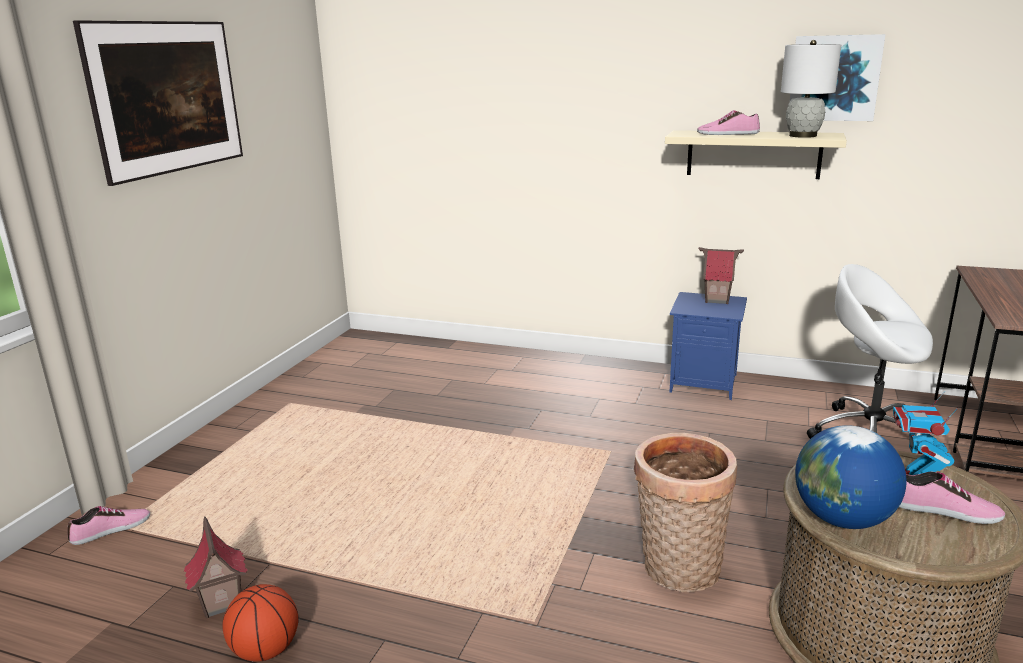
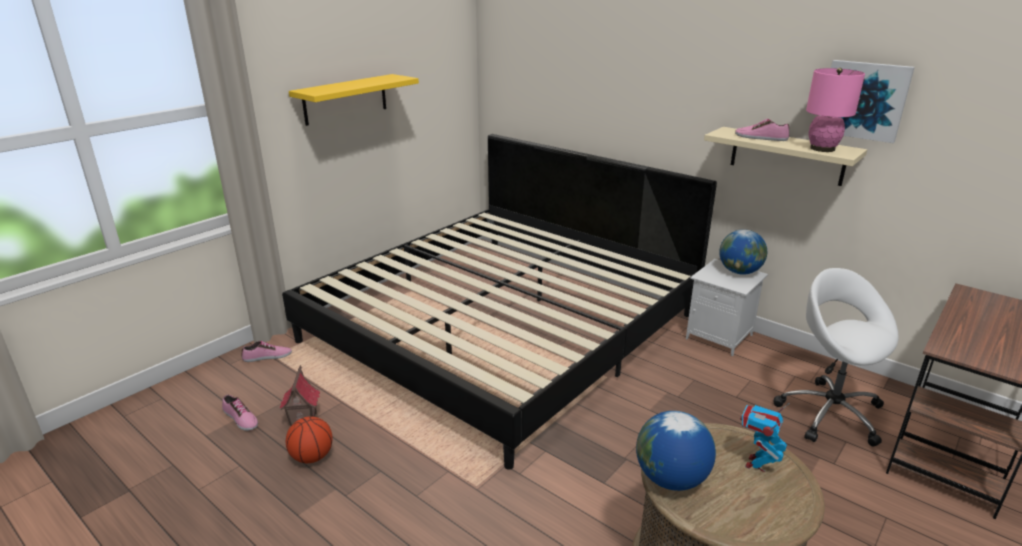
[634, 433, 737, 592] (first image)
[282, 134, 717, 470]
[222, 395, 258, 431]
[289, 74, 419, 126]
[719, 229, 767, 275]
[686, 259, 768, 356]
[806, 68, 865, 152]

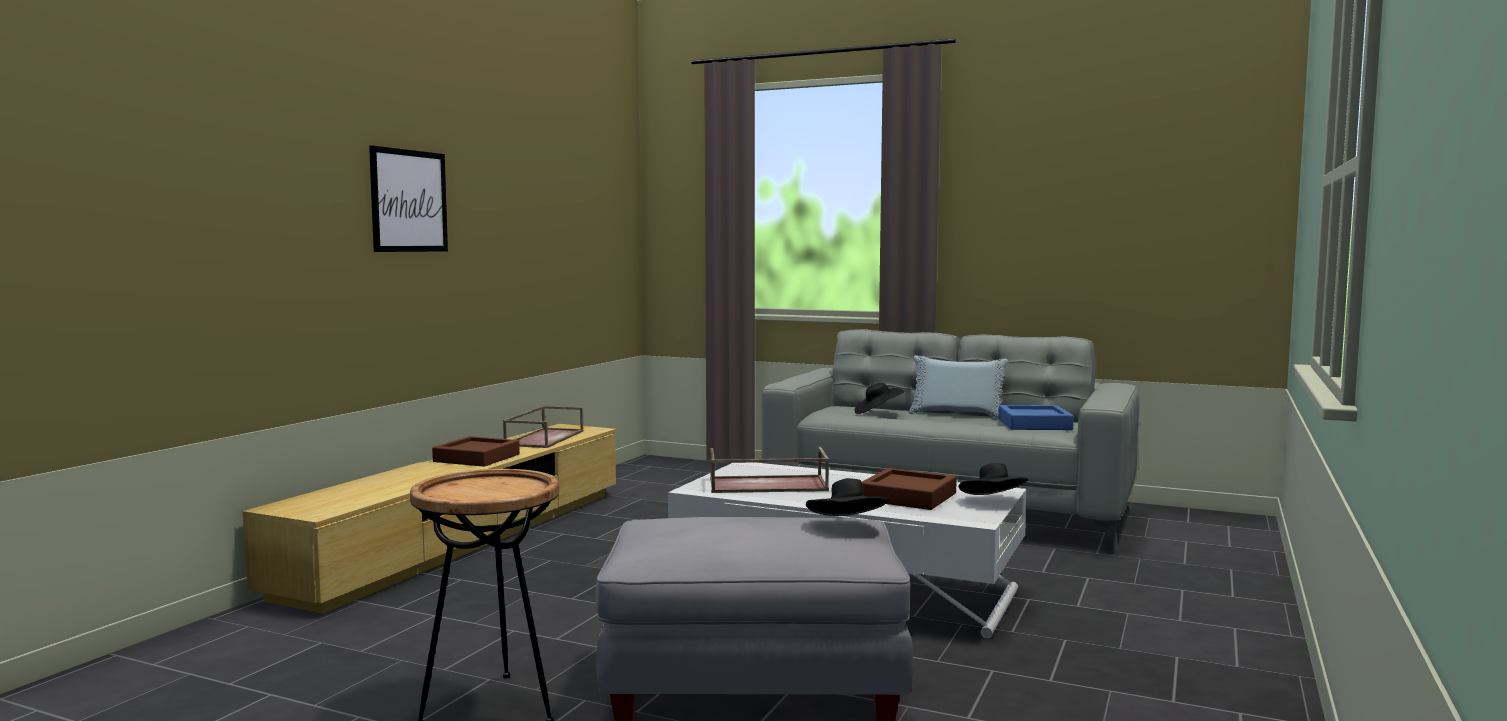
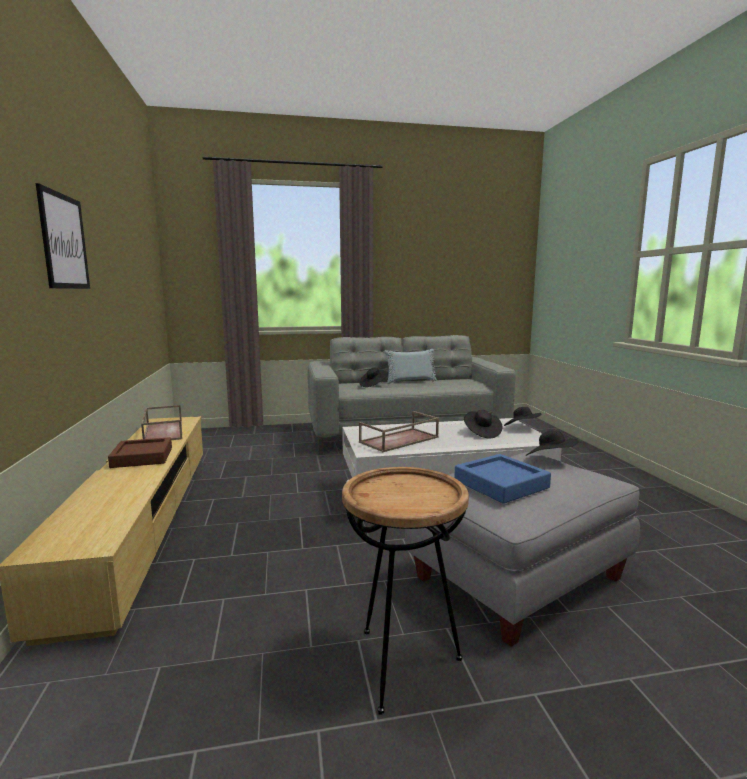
[454, 454, 551, 503]
[464, 410, 503, 439]

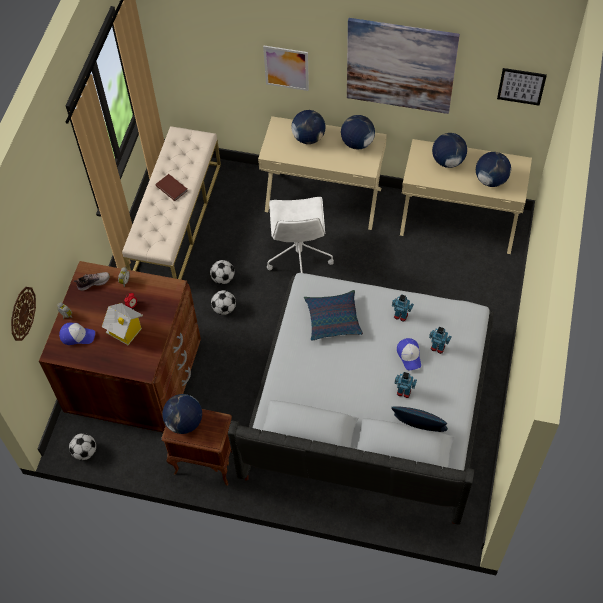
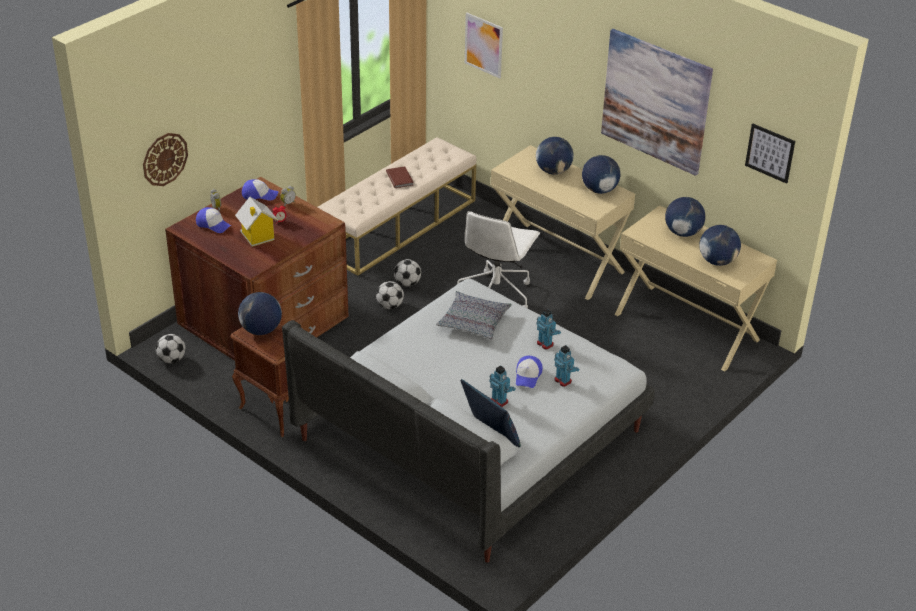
[465, 13, 503, 78]
[242, 179, 279, 200]
[436, 291, 512, 339]

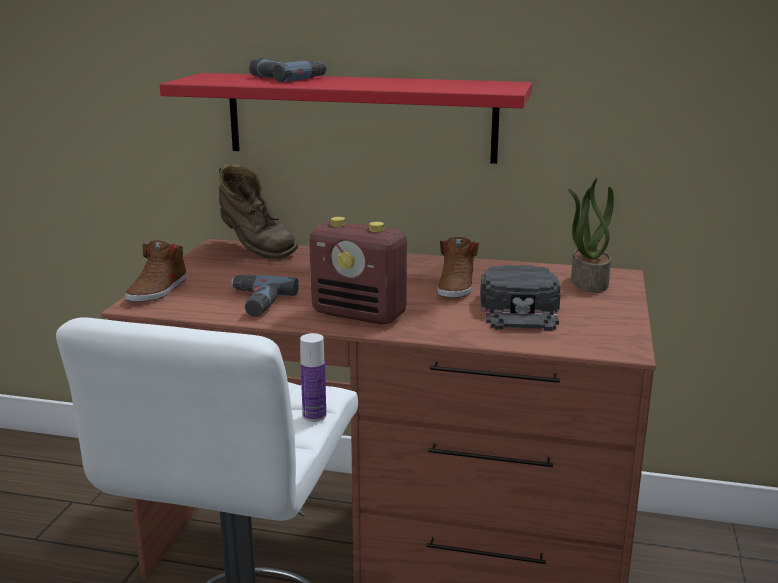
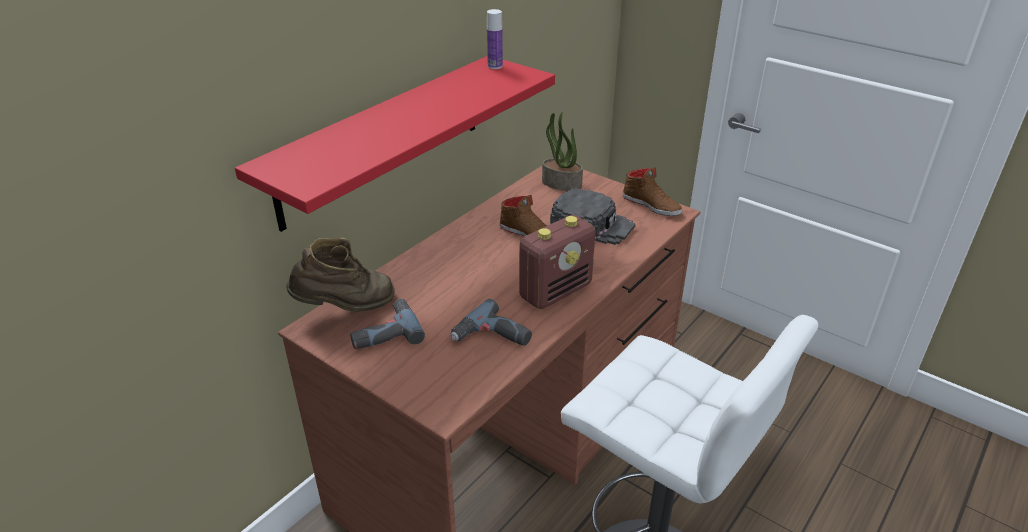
[623, 168, 682, 216]
[350, 299, 425, 349]
[487, 9, 503, 69]

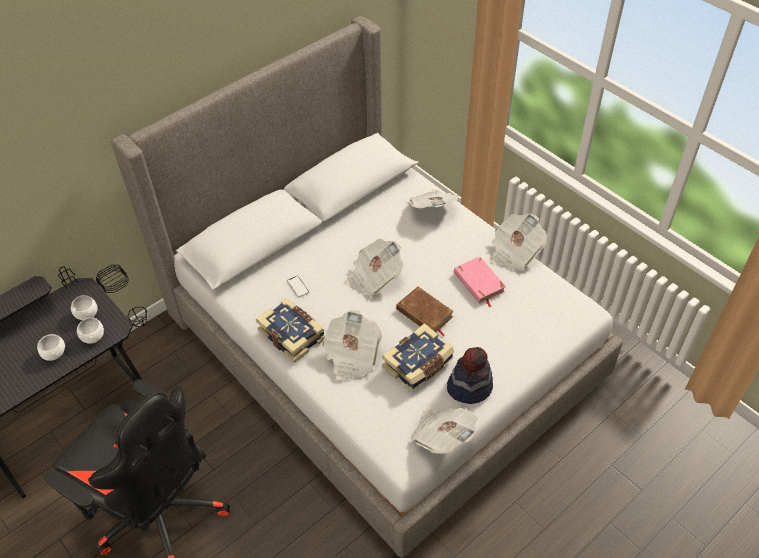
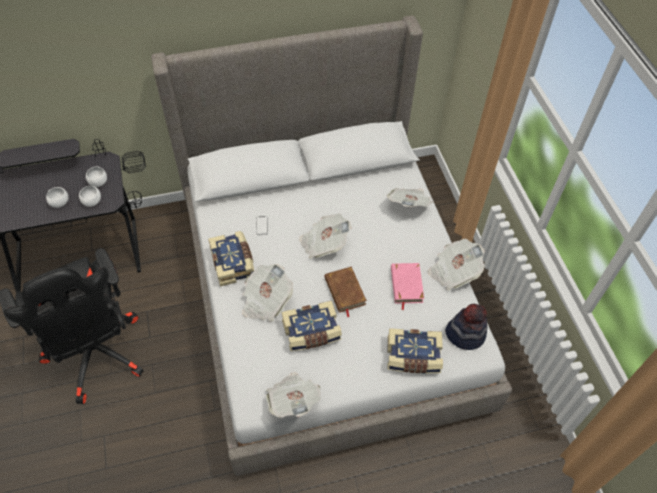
[387, 328, 443, 373]
[445, 304, 487, 350]

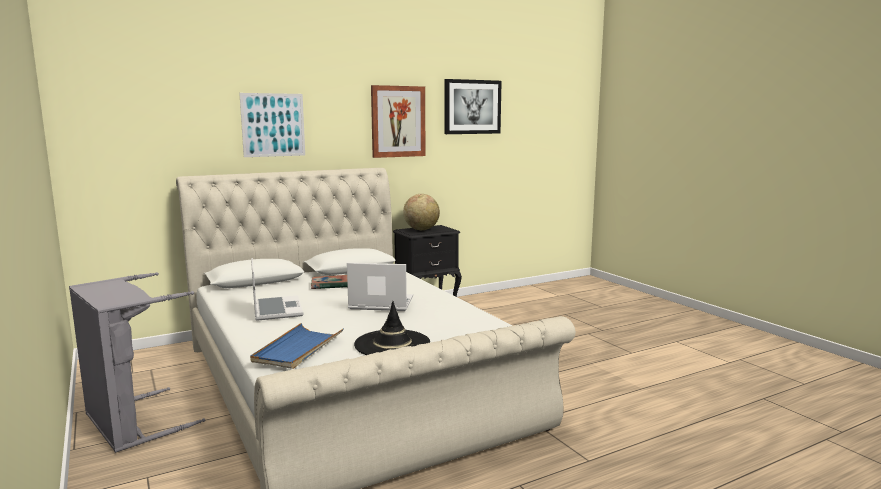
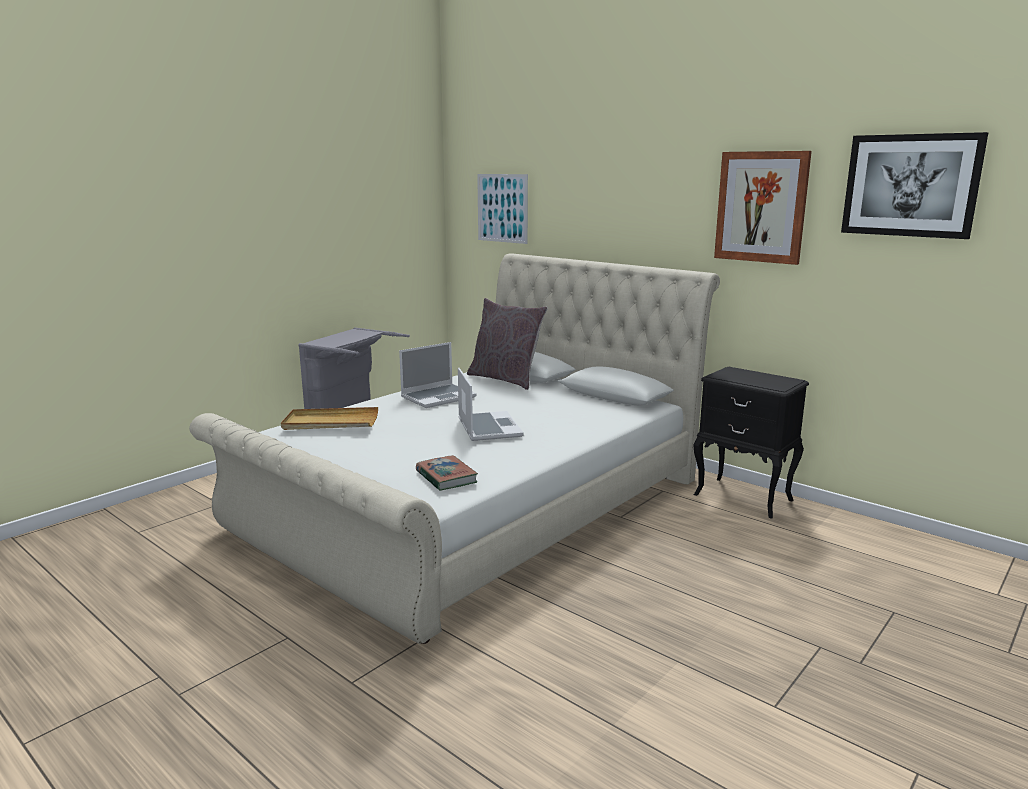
[354, 301, 430, 355] (first image)
[403, 194, 440, 230] (first image)
[467, 298, 548, 390]
[477, 174, 528, 244]
[416, 455, 478, 491]
[281, 407, 378, 430]

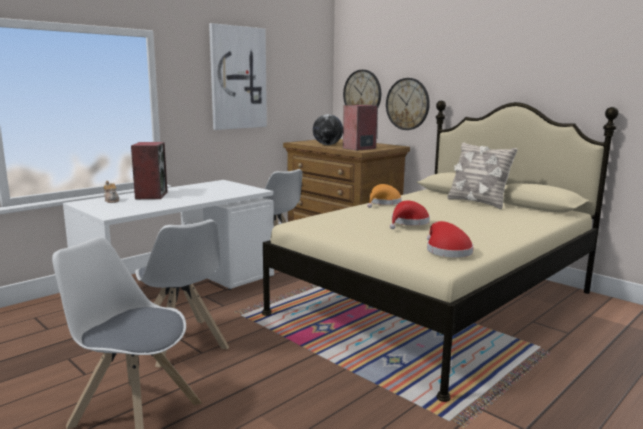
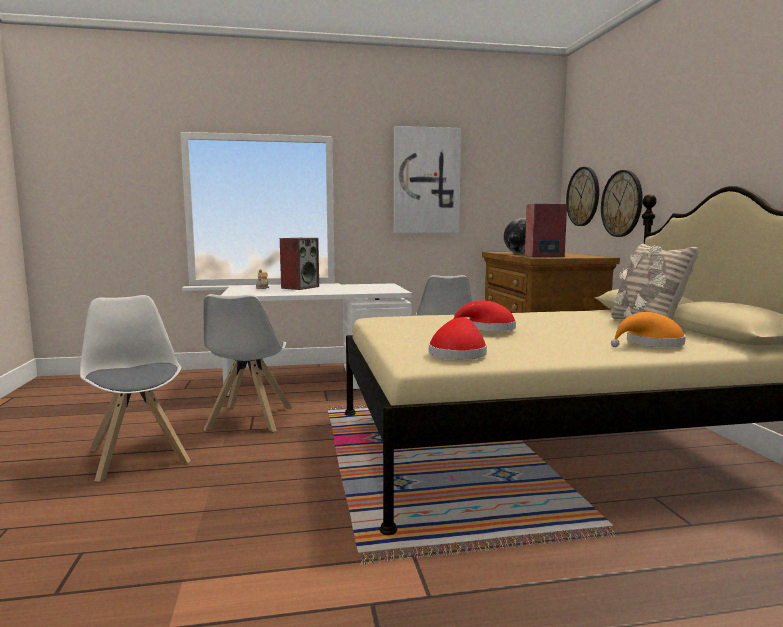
[611, 312, 686, 347]

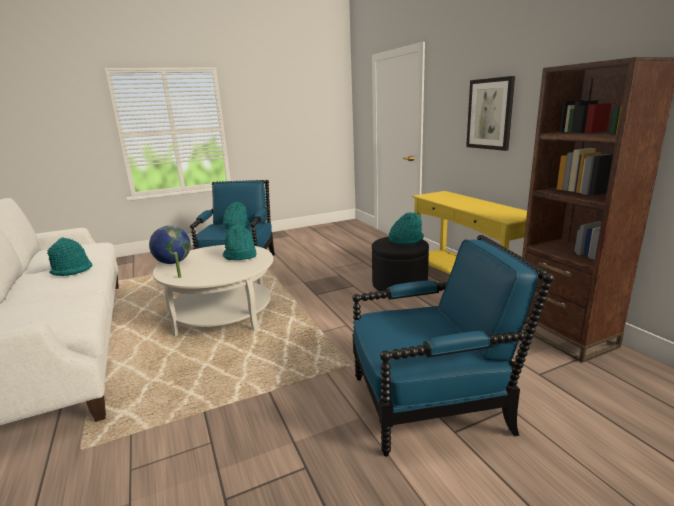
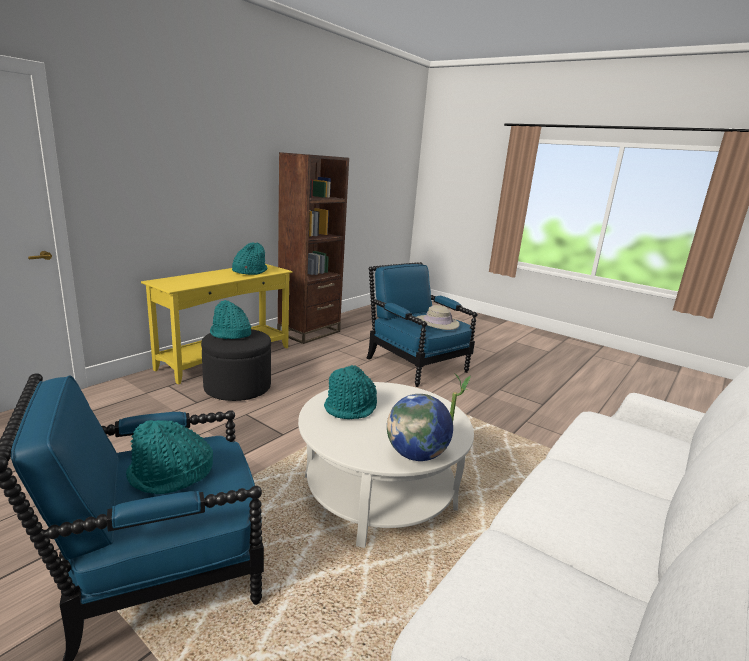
[466, 76, 515, 151] (first image)
[416, 305, 460, 330]
[232, 243, 267, 275]

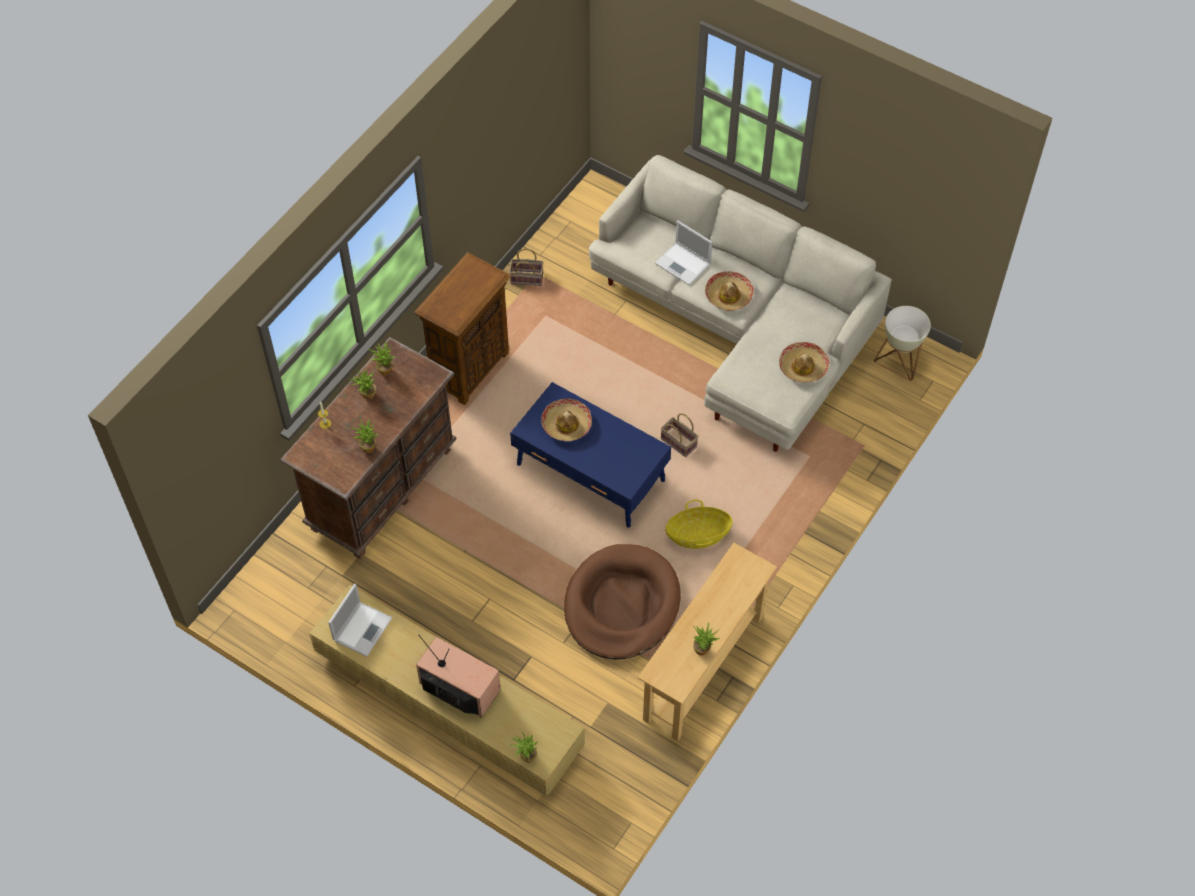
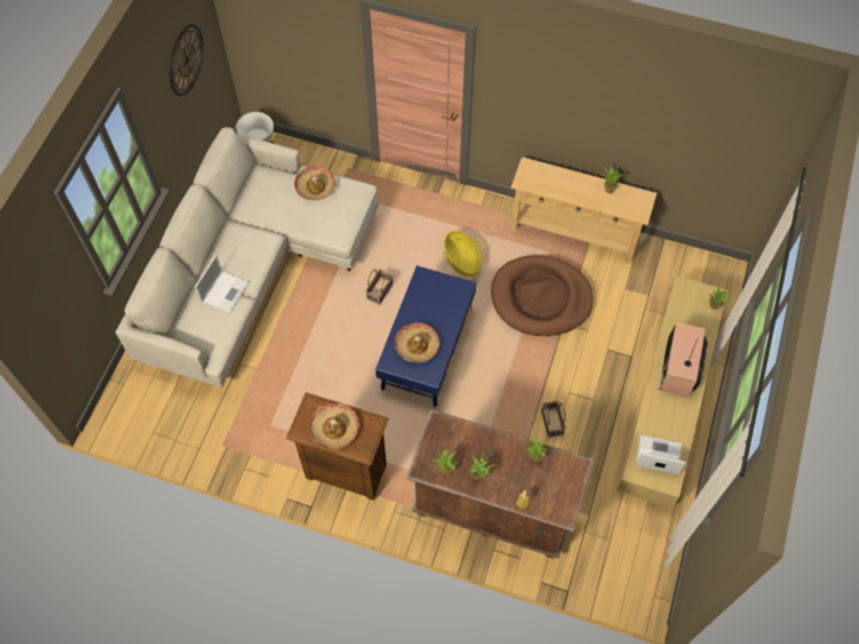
[170, 25, 203, 96]
[541, 401, 566, 438]
[308, 403, 359, 450]

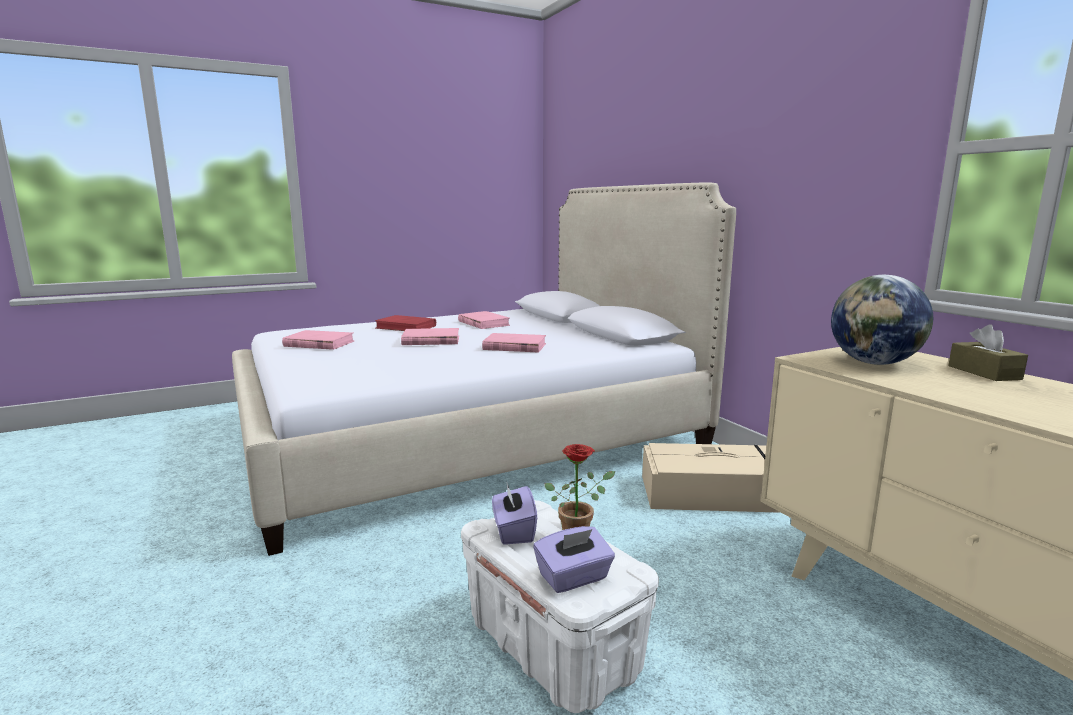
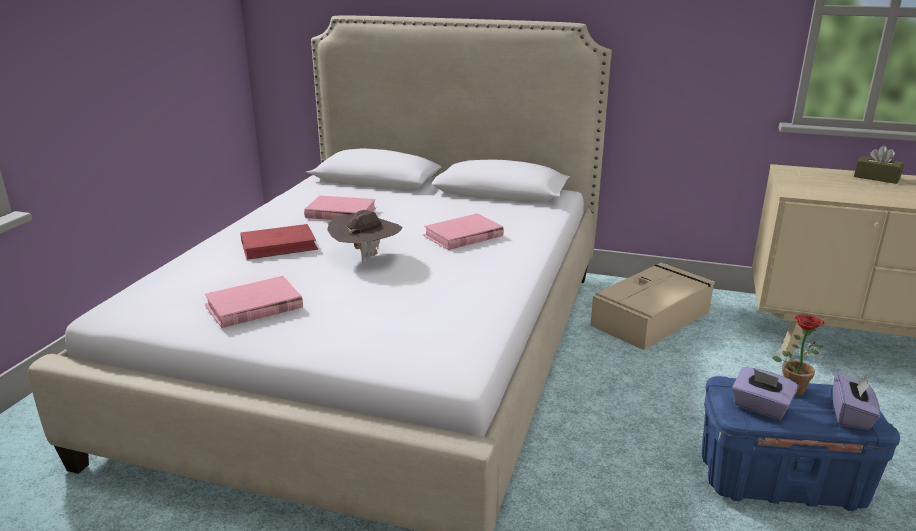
[831, 275, 933, 365] (first image)
[327, 210, 403, 261]
[702, 376, 900, 511]

